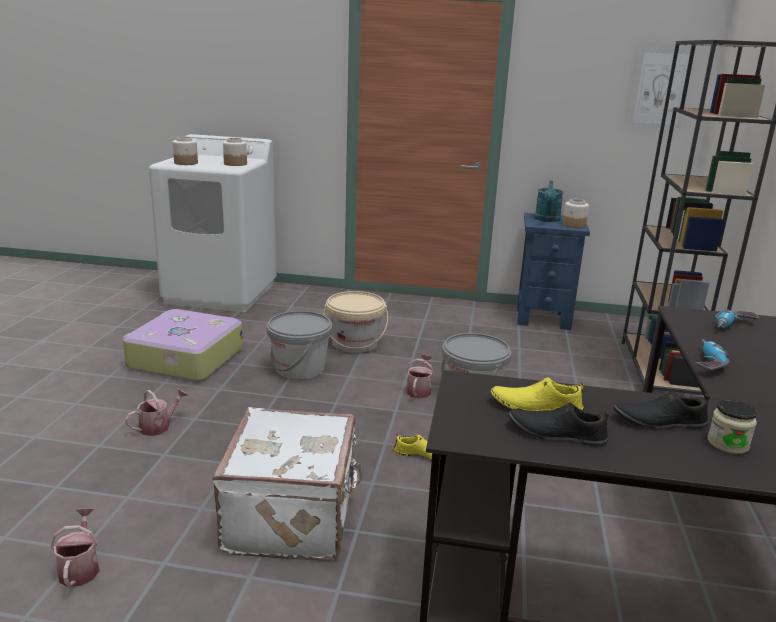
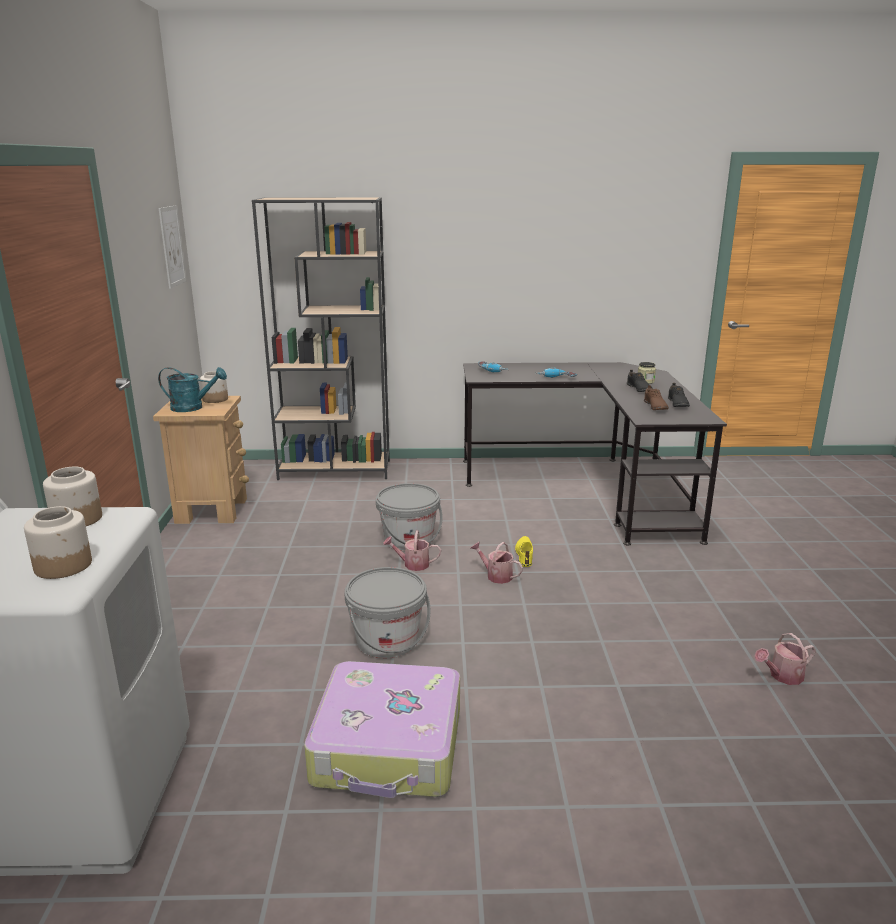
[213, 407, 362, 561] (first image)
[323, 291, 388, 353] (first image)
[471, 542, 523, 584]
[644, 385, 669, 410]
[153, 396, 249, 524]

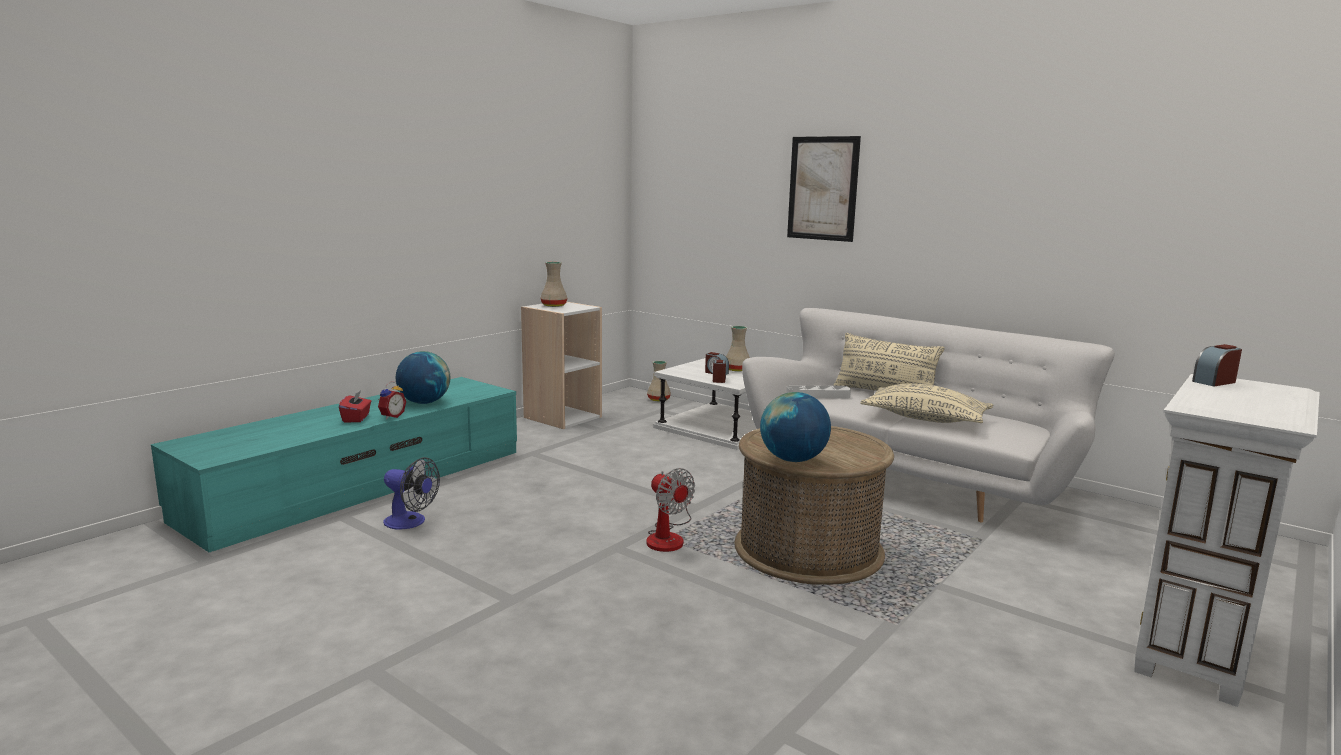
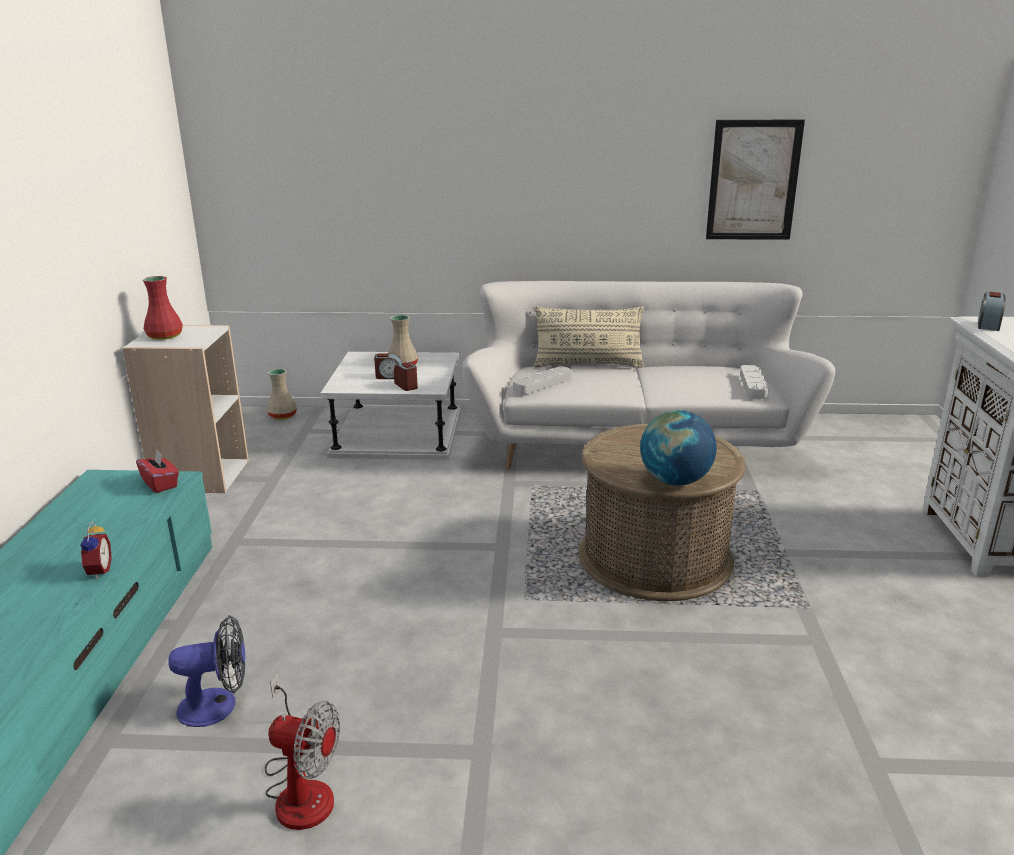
[396, 351, 450, 404] (first image)
[860, 384, 993, 423] (first image)
[740, 365, 768, 399]
[136, 450, 179, 493]
[265, 673, 340, 830]
[706, 120, 805, 240]
[143, 276, 183, 340]

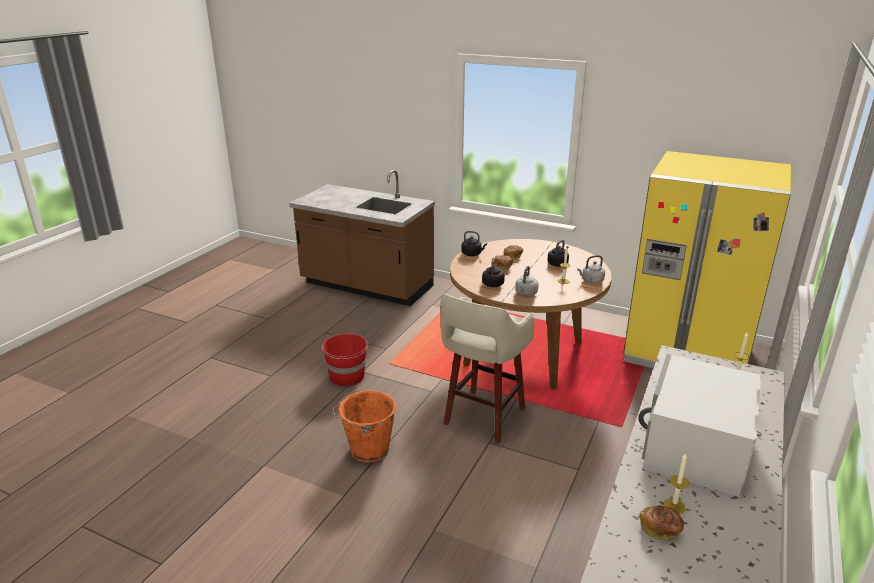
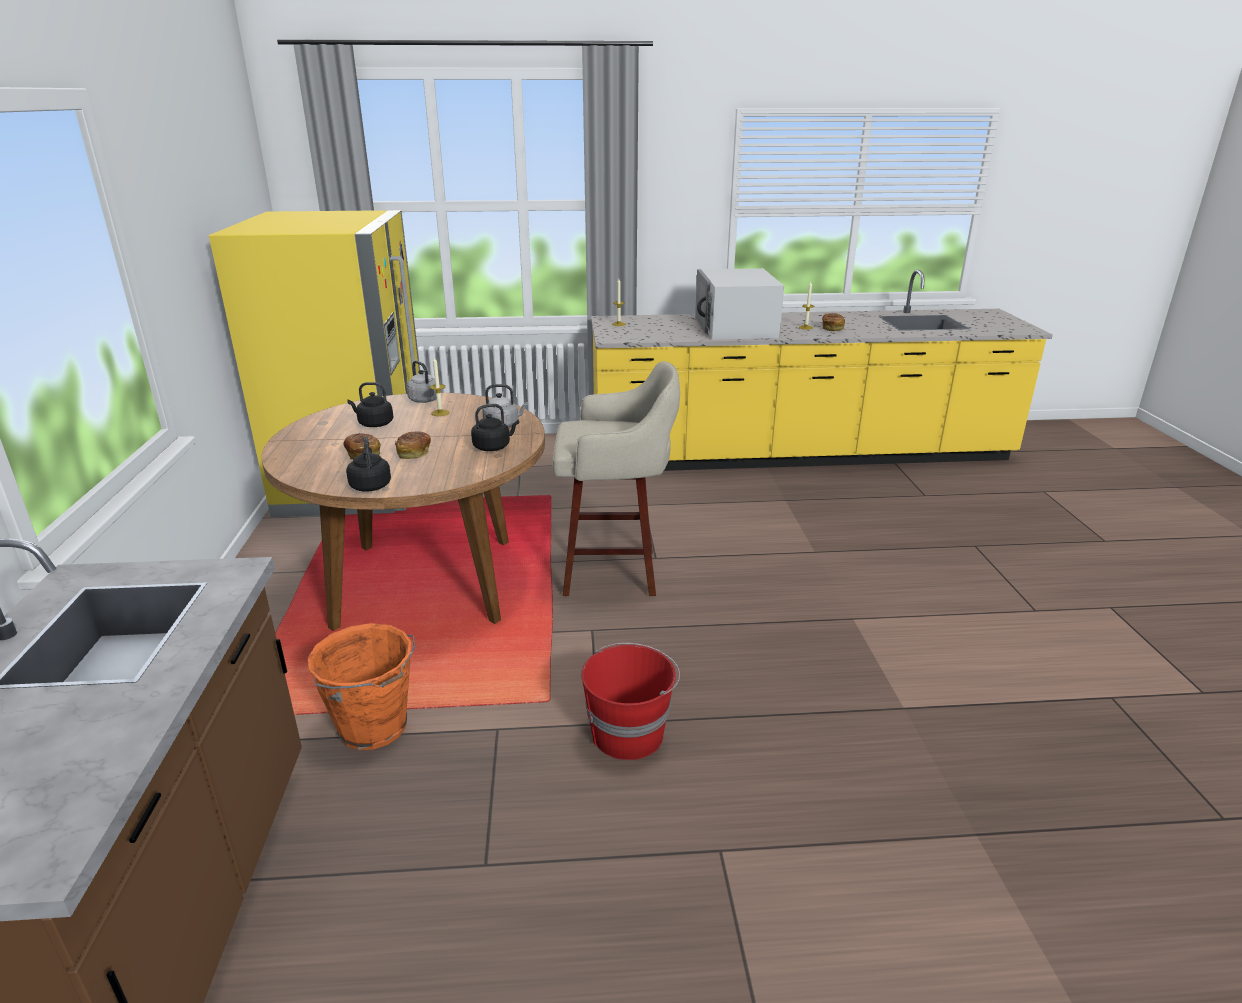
[307, 623, 415, 750]
[695, 268, 784, 340]

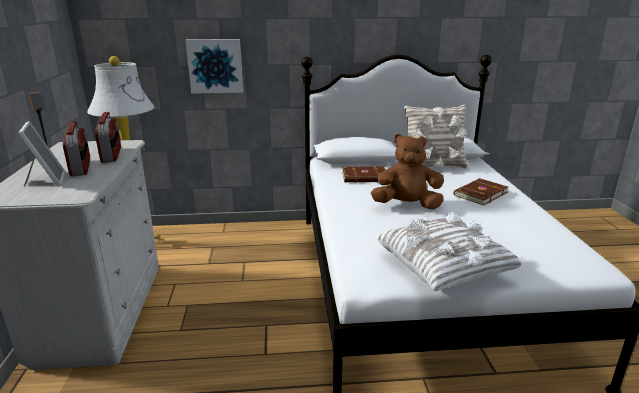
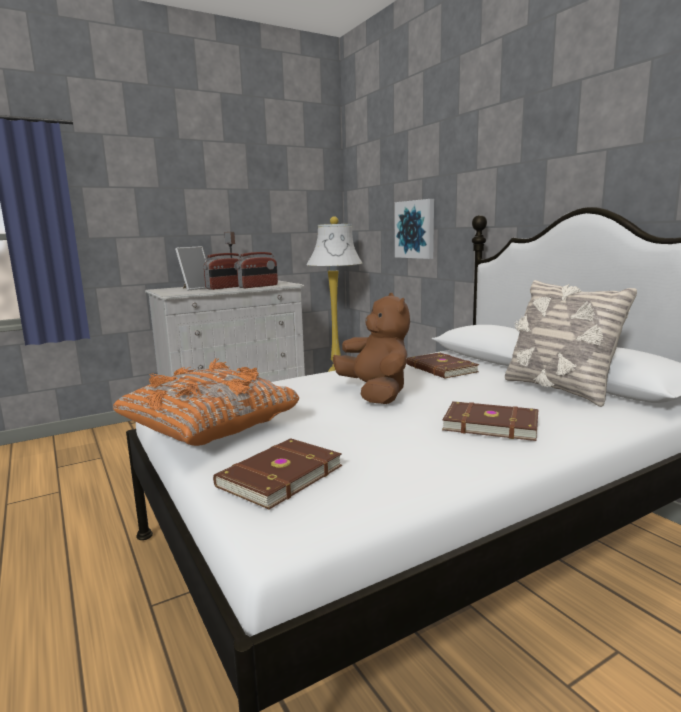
[213, 438, 342, 509]
[113, 358, 299, 446]

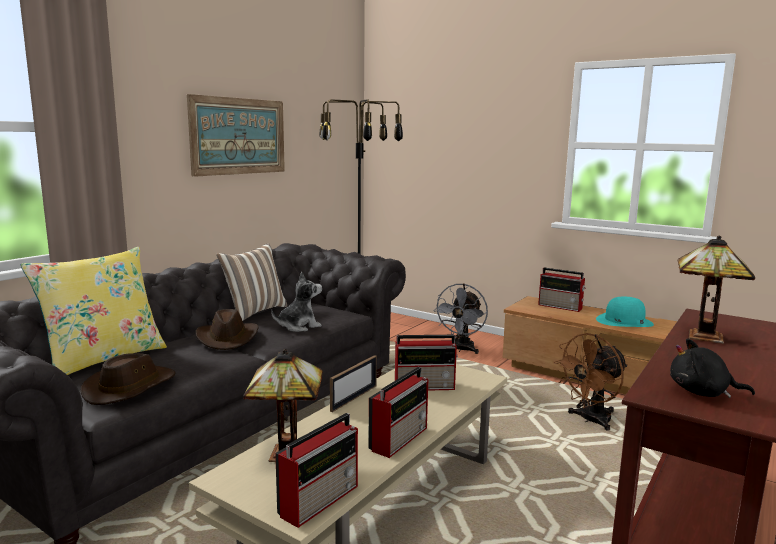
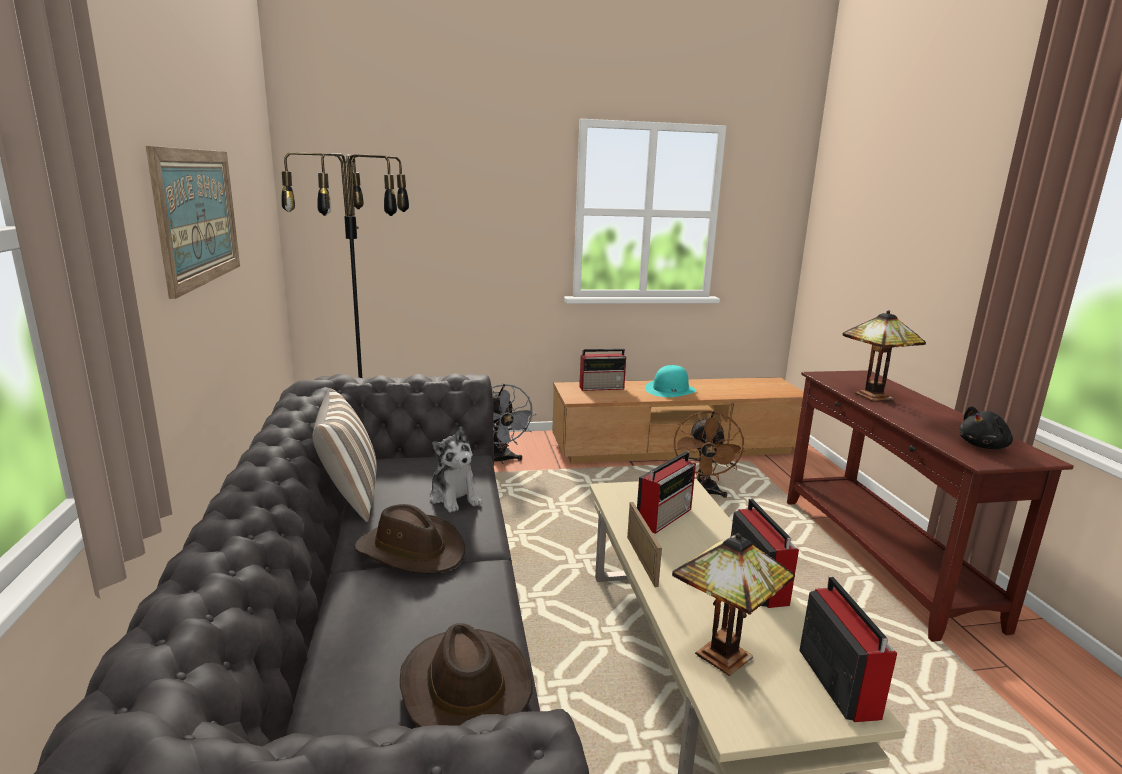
[21, 247, 167, 375] (first image)
[429, 427, 482, 513]

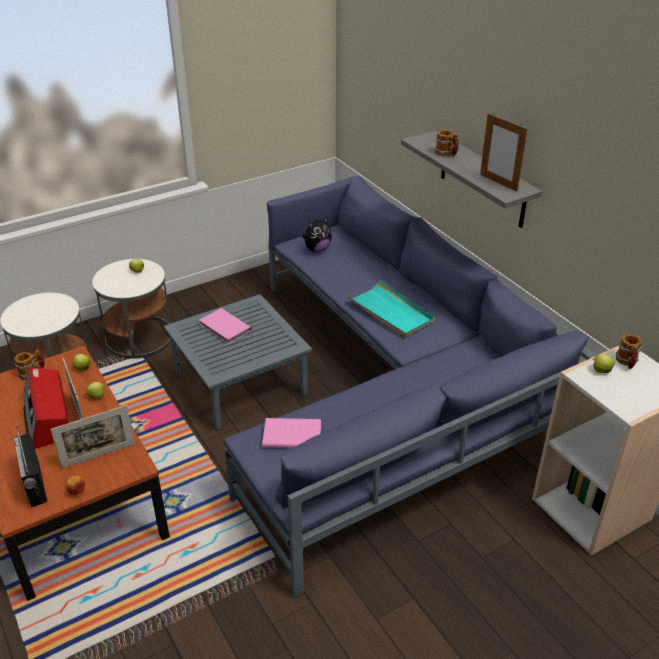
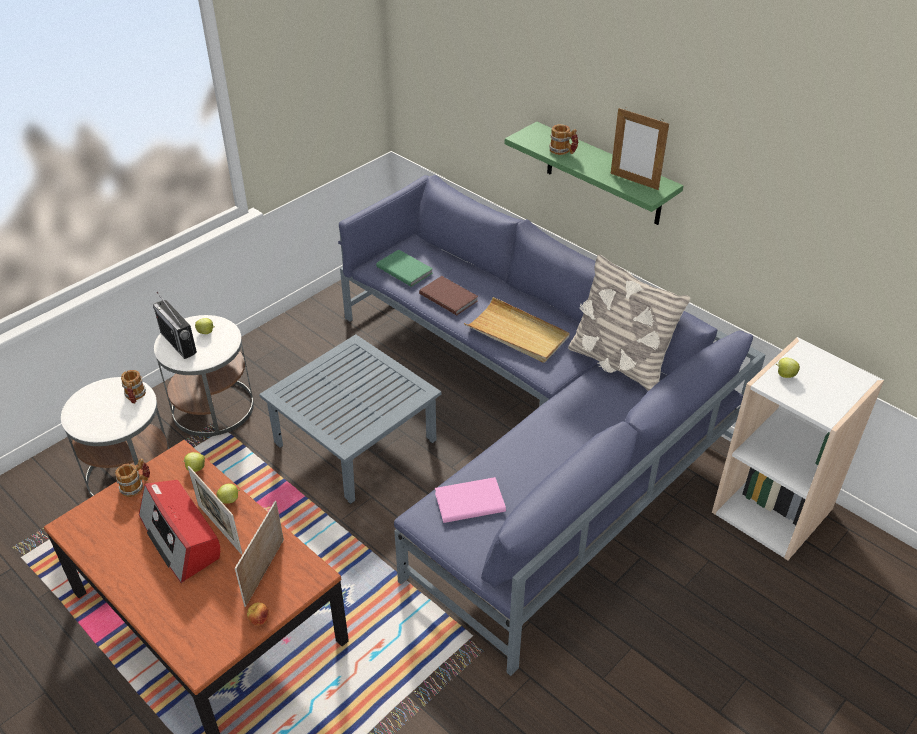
[199, 308, 252, 344] (first image)
[419, 276, 478, 316]
[568, 255, 691, 391]
[153, 292, 197, 359]
[121, 370, 146, 404]
[376, 250, 433, 287]
[464, 297, 570, 363]
[505, 122, 683, 225]
[235, 501, 284, 607]

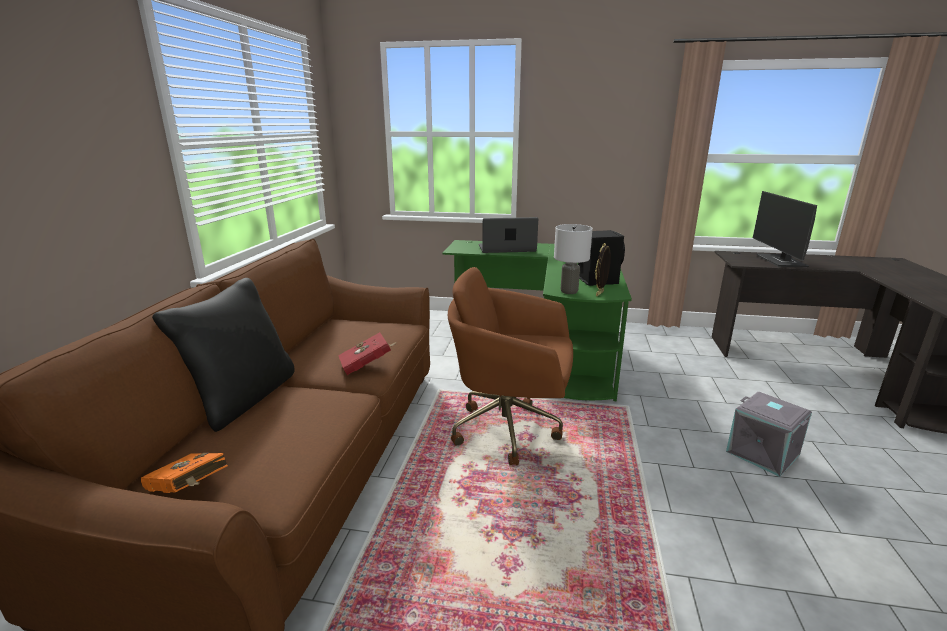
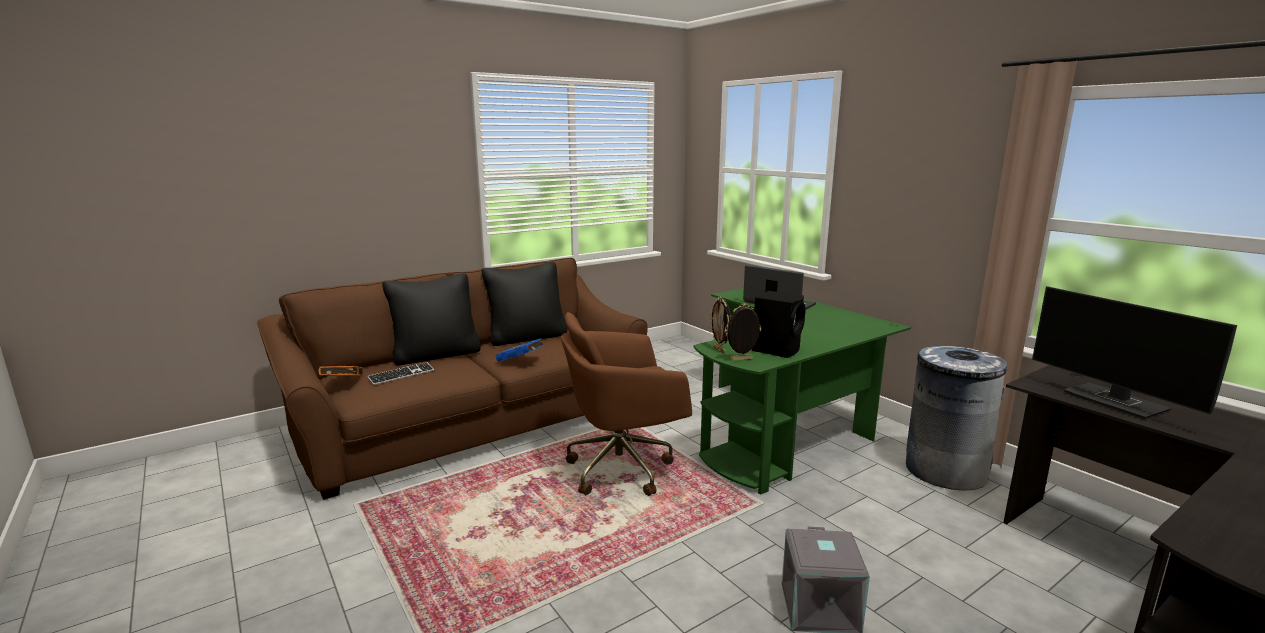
[367, 362, 434, 385]
[481, 262, 568, 346]
[906, 346, 1007, 490]
[710, 296, 731, 353]
[495, 338, 544, 362]
[561, 312, 692, 496]
[1032, 286, 1237, 420]

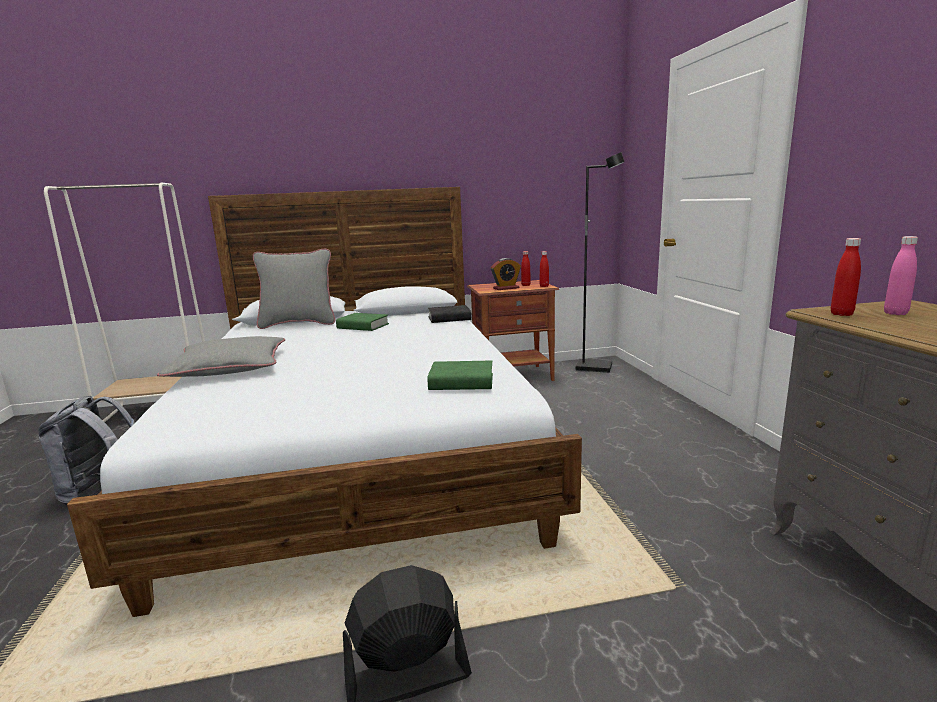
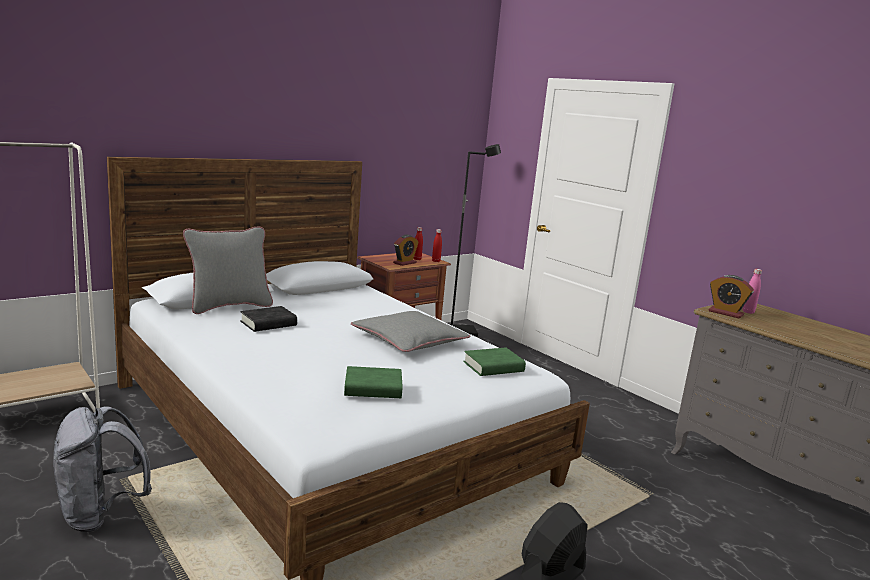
[351, 311, 470, 352]
[344, 366, 403, 398]
[240, 306, 297, 332]
[708, 275, 754, 318]

